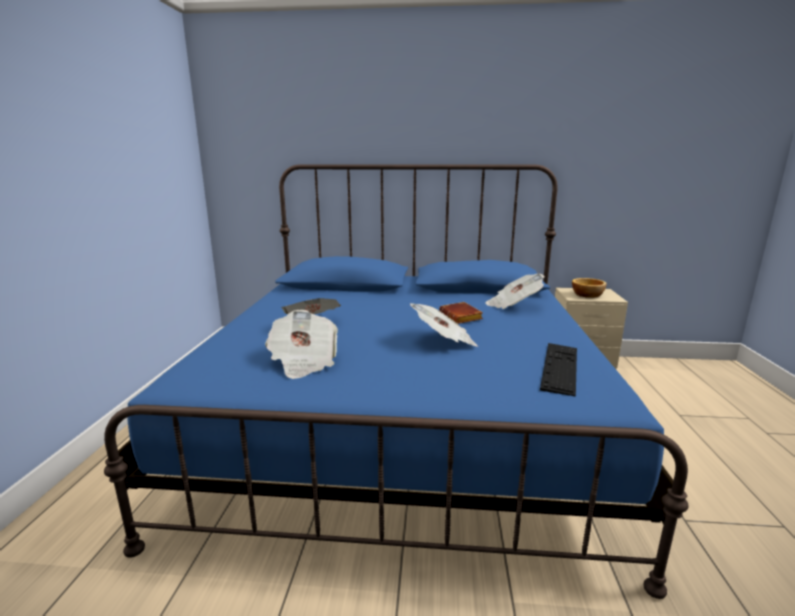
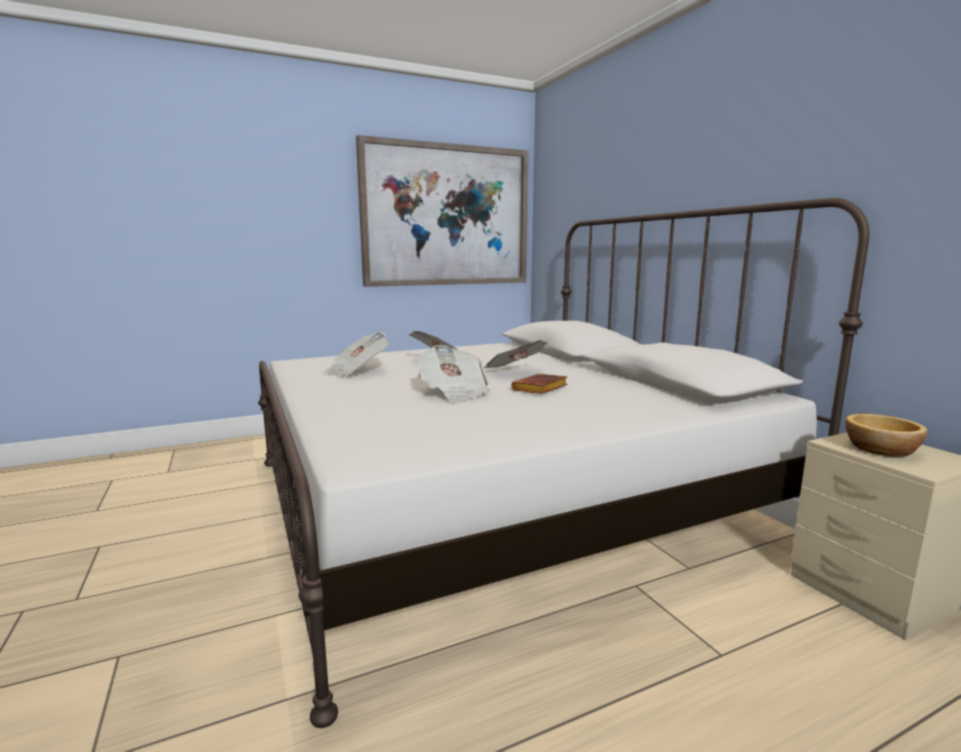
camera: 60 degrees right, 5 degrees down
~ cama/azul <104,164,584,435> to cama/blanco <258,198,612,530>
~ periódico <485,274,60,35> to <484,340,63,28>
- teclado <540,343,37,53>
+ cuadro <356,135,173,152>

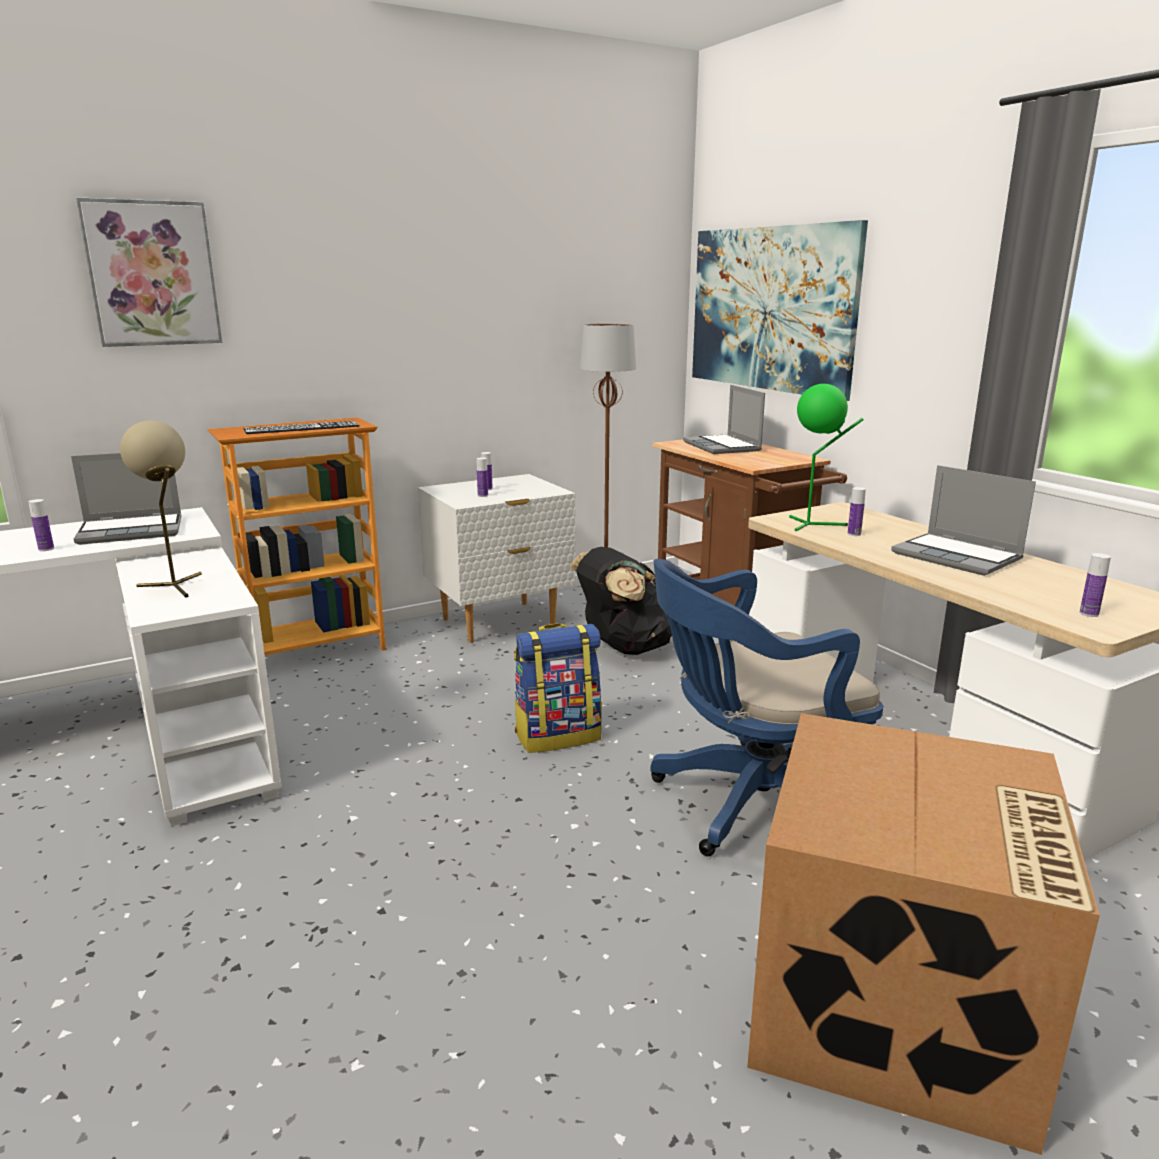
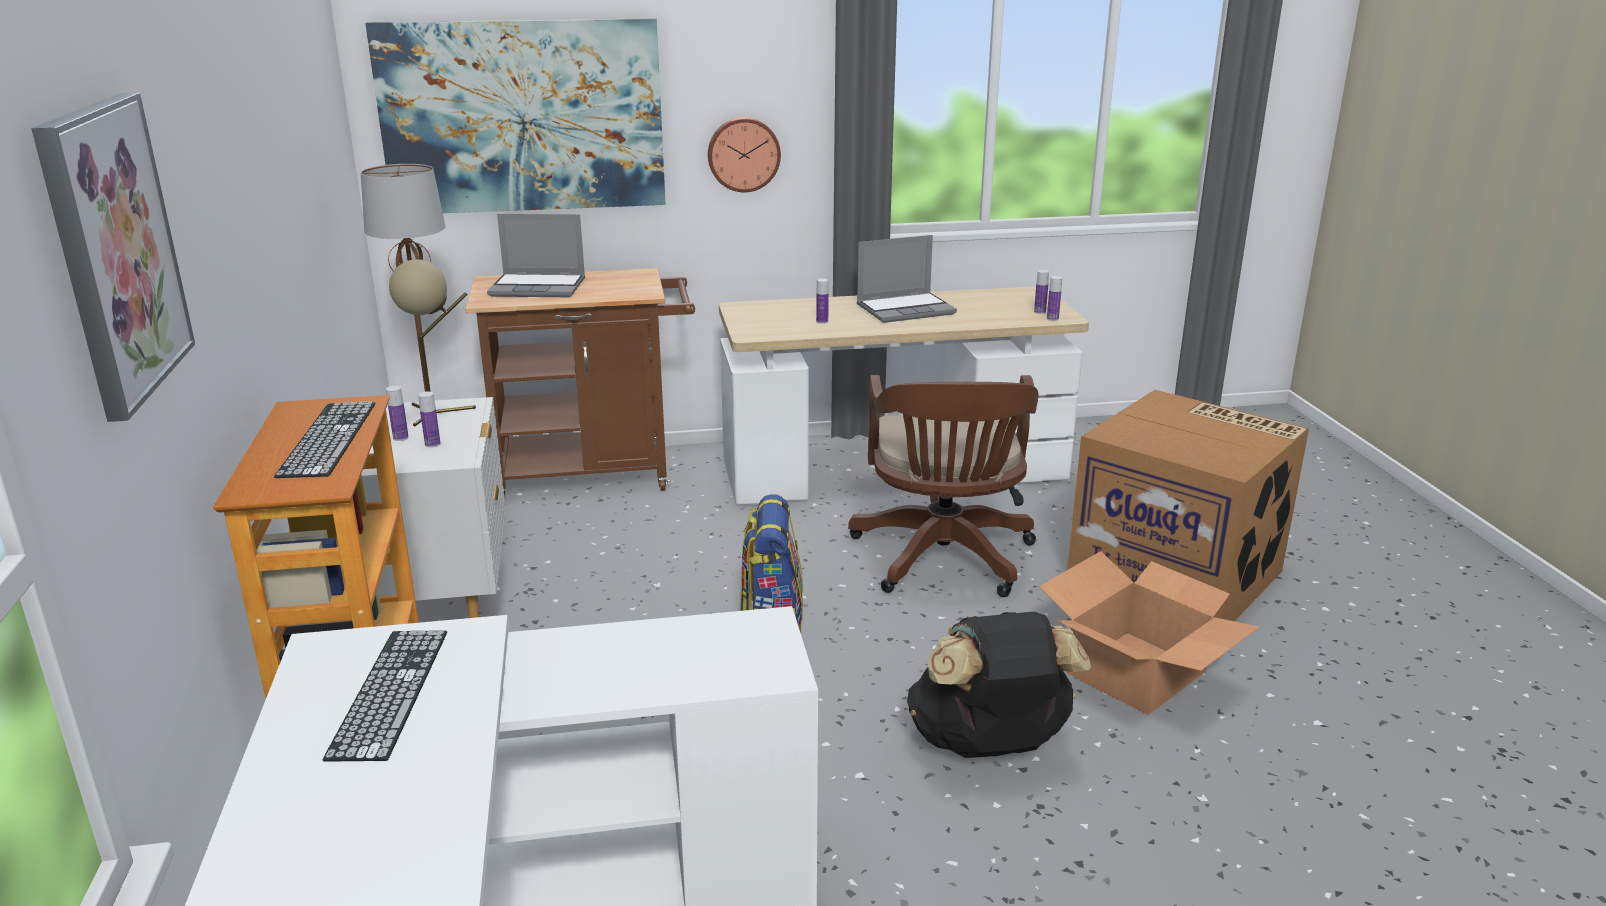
camera: 70 degrees left, 5 degrees up
~ botella <28,499,26,52> to <1047,276,15,45>
~ portátil <71,453,111,92> to teclado <323,630,124,132>
~ lámpara de mesa/beis <120,421,82,177> to <389,259,87,167>
~ mochila/negro <570,547,102,108> to <907,611,184,147>
~ silla de oficina/azul <650,559,233,297> to silla de oficina/marrón <848,375,191,222>
- lámpara de mesa/verde <789,384,75,147>
+ reloj de pared <708,117,73,75>
+ caja de cartón <1039,551,220,164>

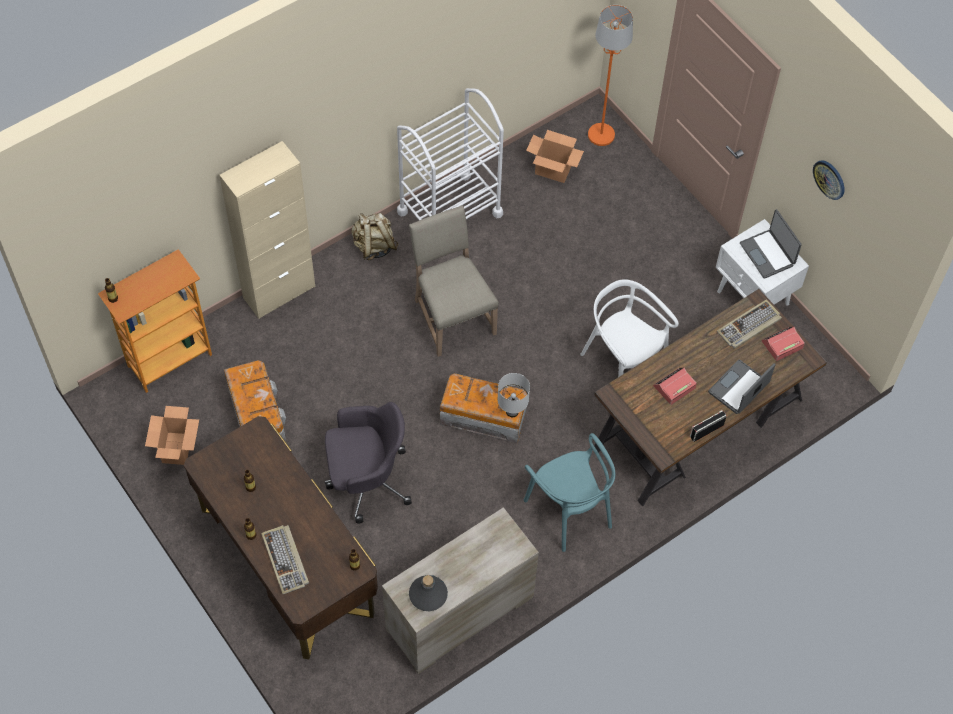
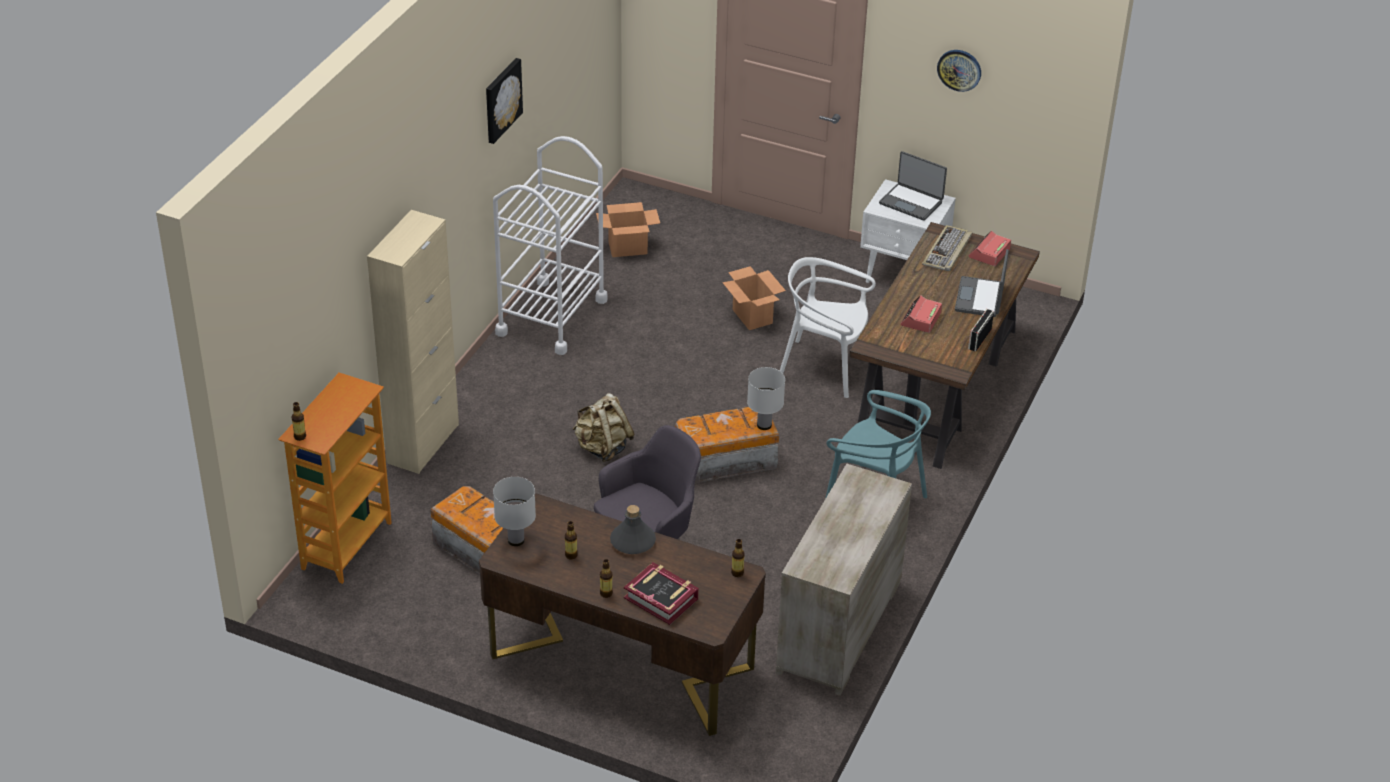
camera: 30 degrees left, 20 degrees down
~ caja de cartón <145,406,54,59> to <722,266,64,64>
~ teclado <261,525,48,69> to libro <624,562,75,63>
~ mochila/beis <351,213,47,47> to <572,393,63,69>
- silla/beis <409,205,90,152>
~ botella/gris <409,575,39,36> to <610,505,46,49>
- lámpara de pie/naranja <588,5,45,141>
+ cuadro <486,58,37,86>
+ lámpara de mesa/blanco <493,477,43,69>

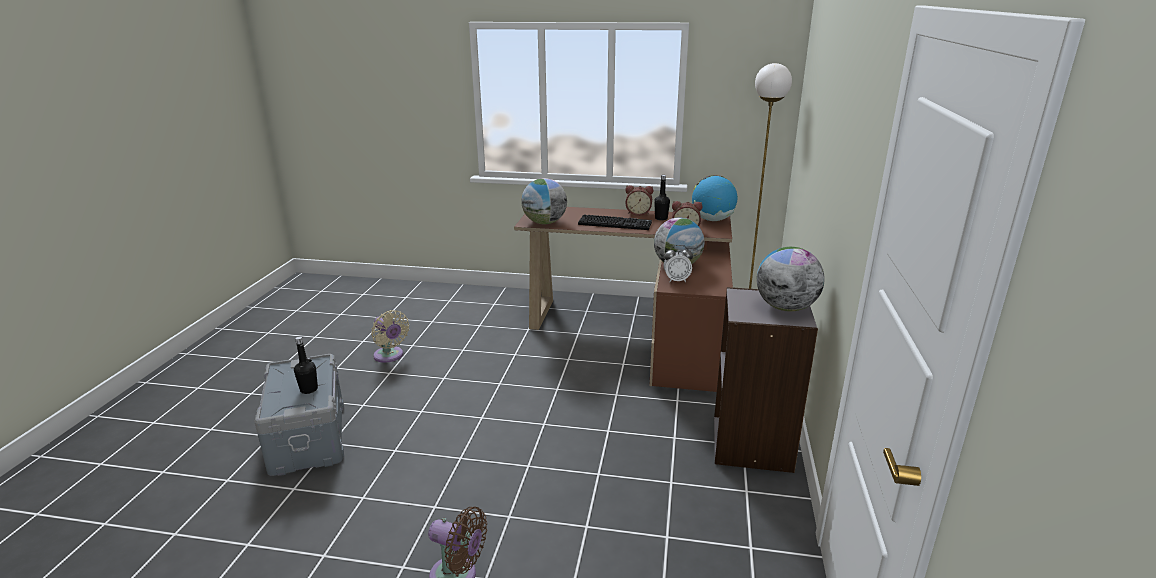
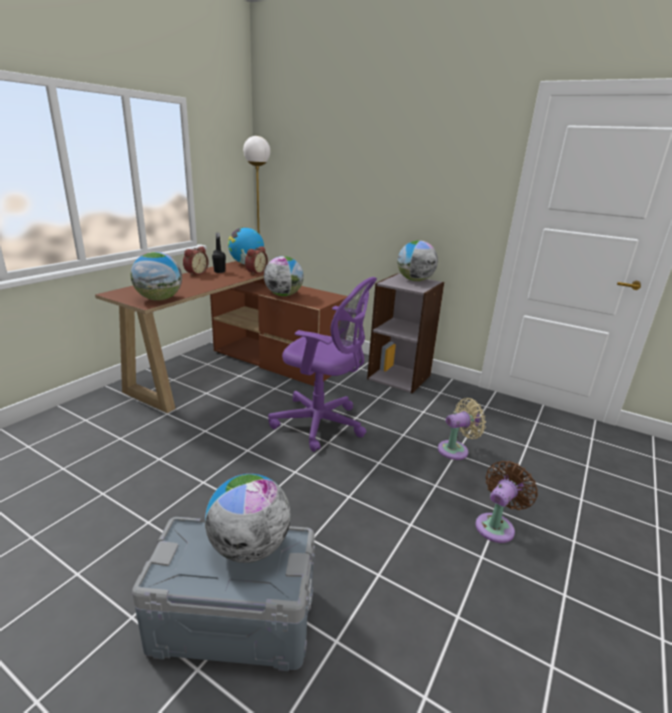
camera: 70 degrees left, 0 degrees up
~ botella/negro <294,336,24,58> to globo terráqueo <205,474,86,89>
~ ventilador/beis <371,310,38,53> to <438,398,48,62>
- teclado <578,214,74,16>
- despertador <664,245,29,37>
+ silla de oficina/morado <268,277,109,175>

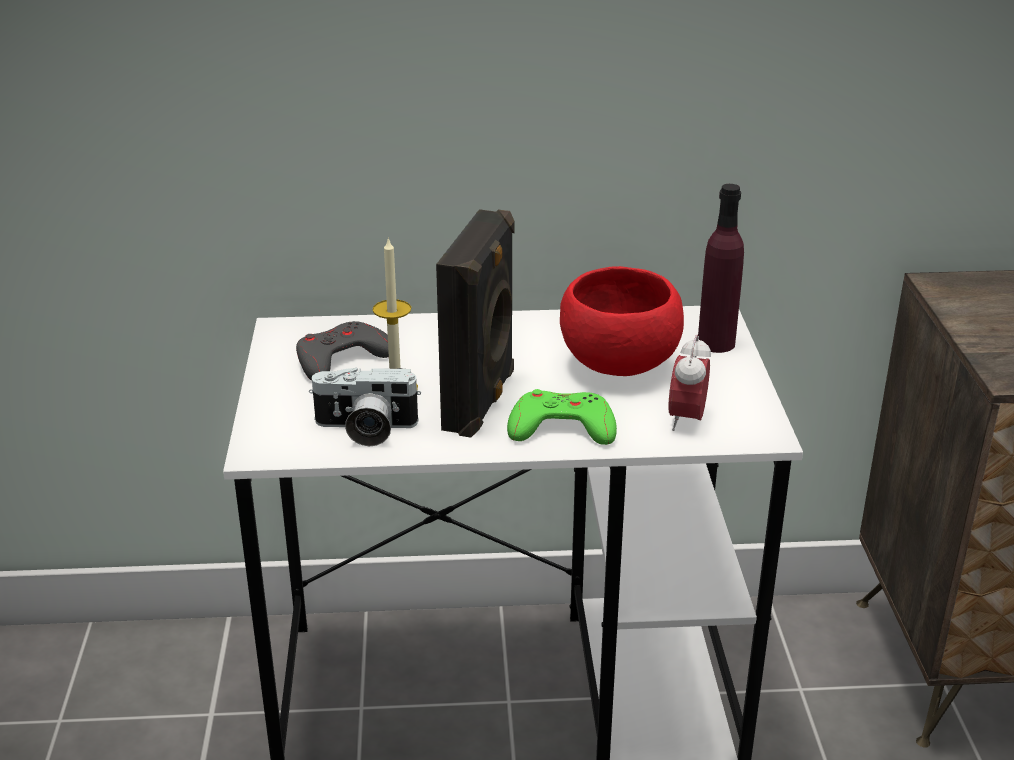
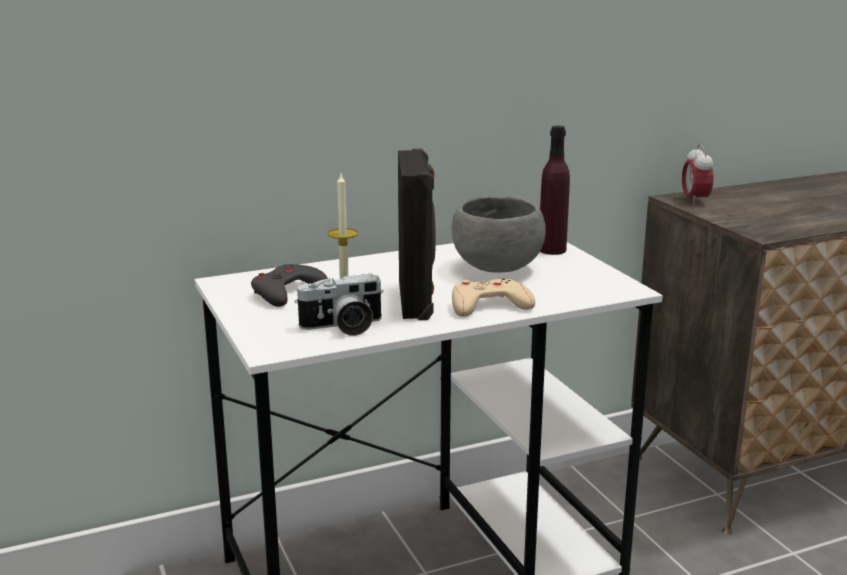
camera: 20 degrees left, 10 degrees down
~ mando de consola/verde <507,389,110,56> to mando de consola/beis <452,279,83,38>
~ cuenco/rojo <560,266,124,110> to cuenco/gris <452,196,94,76>
~ despertador <668,334,43,97> to <682,144,31,62>

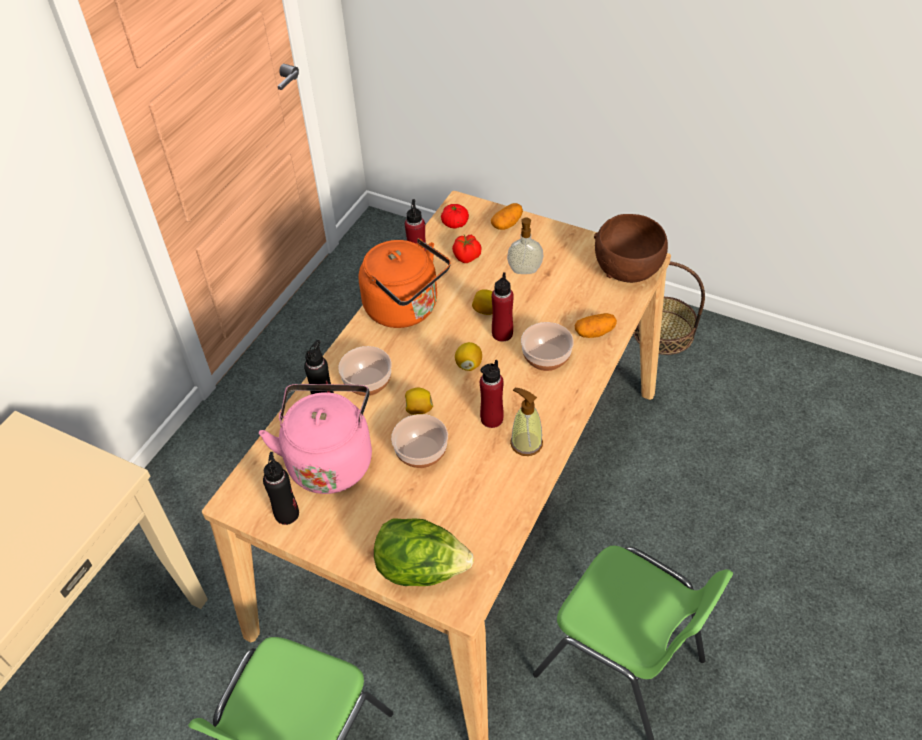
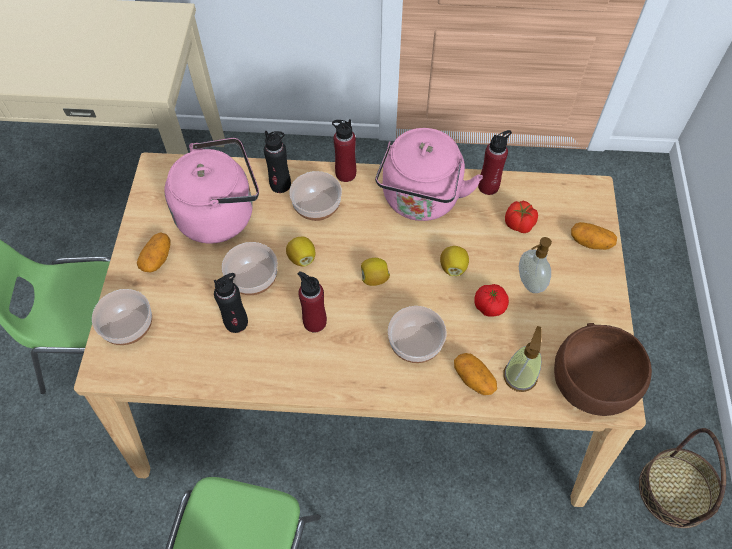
camera: 65 degrees right, 10 degrees up
~ botella/negro <263,452,36,73> to <214,273,34,60>
~ hervidor/naranja <359,238,92,90> to hervidor/rosa <375,128,108,93>
~ lechuga <374,518,100,68> to cuenco <92,289,60,56>
~ tomate <441,204,28,25> to <474,284,35,33>
~ botella/rojo <492,272,22,70> to <332,119,24,63>
~ dispensador de jabón <510,388,33,68> to <503,326,39,66>
+ patata <137,232,34,40>

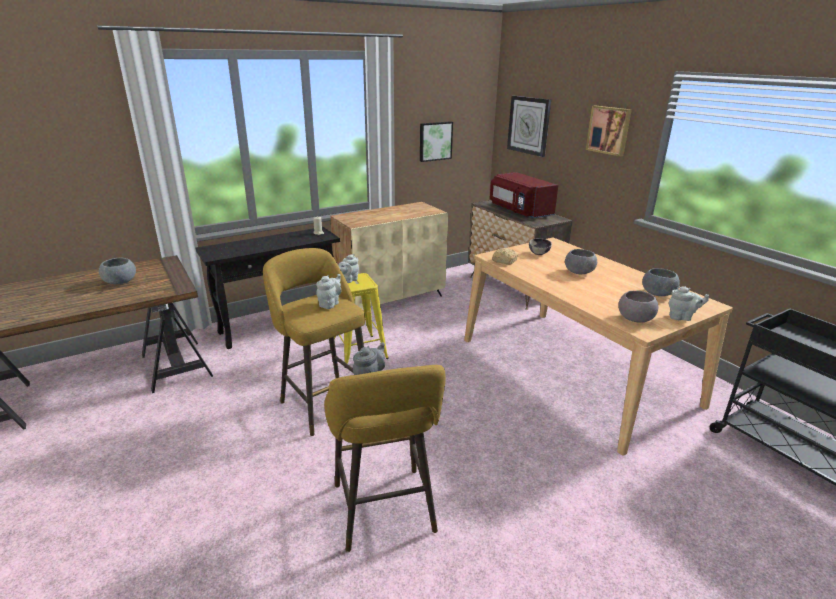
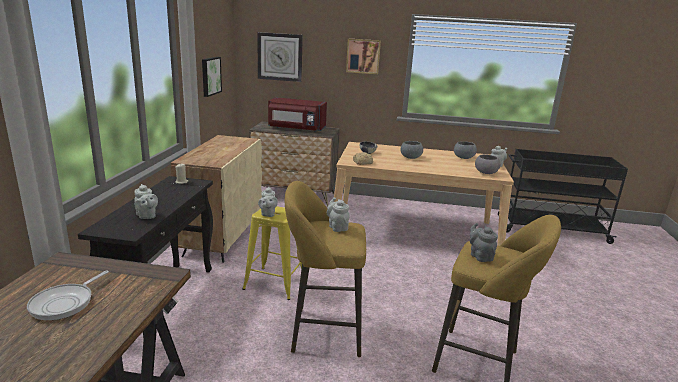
camera: 50 degrees left, 5 degrees down
~ cuenco/gris <99,258,37,26> to sartén <27,271,82,49>
+ tetera/gris <134,184,24,35>

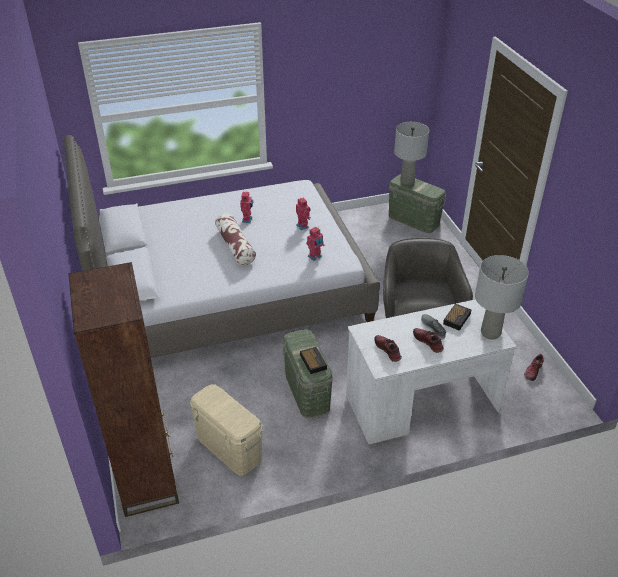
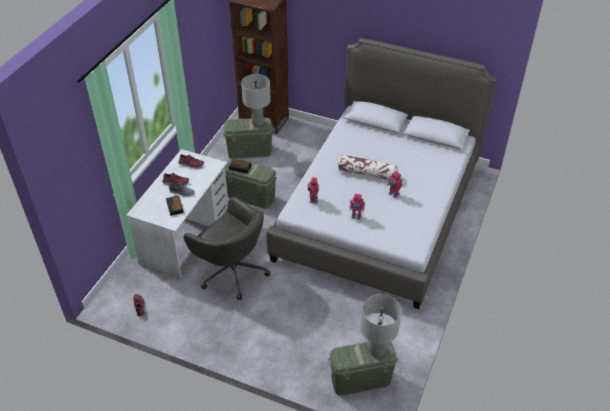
camera: 130 degrees right, 5 degrees up
~ caja de almacenaje/beis <190,384,73,91> to caja de almacenaje/verde <223,118,51,41>
~ lámpara de mesa/gris <475,255,54,85> to <241,74,30,53>

